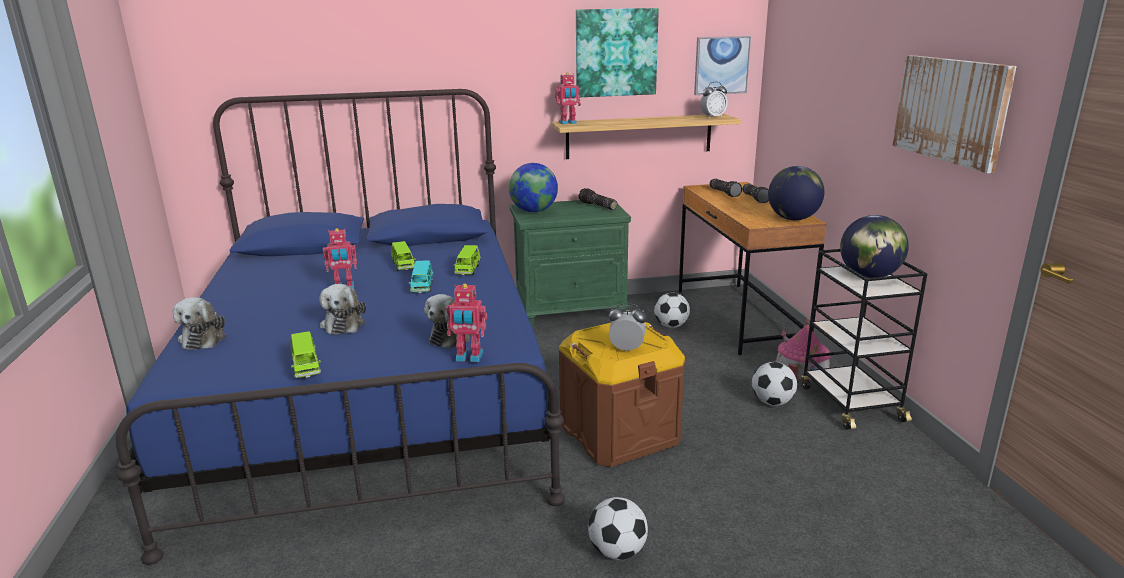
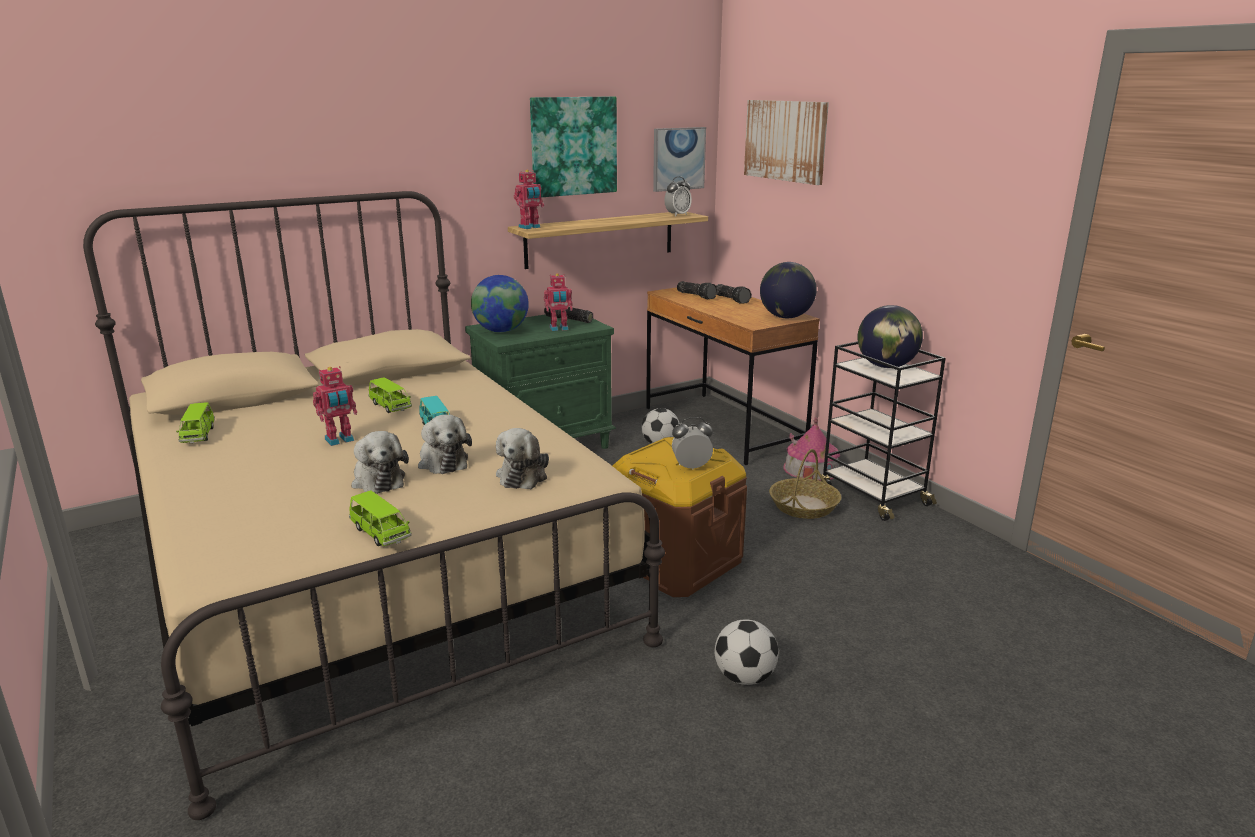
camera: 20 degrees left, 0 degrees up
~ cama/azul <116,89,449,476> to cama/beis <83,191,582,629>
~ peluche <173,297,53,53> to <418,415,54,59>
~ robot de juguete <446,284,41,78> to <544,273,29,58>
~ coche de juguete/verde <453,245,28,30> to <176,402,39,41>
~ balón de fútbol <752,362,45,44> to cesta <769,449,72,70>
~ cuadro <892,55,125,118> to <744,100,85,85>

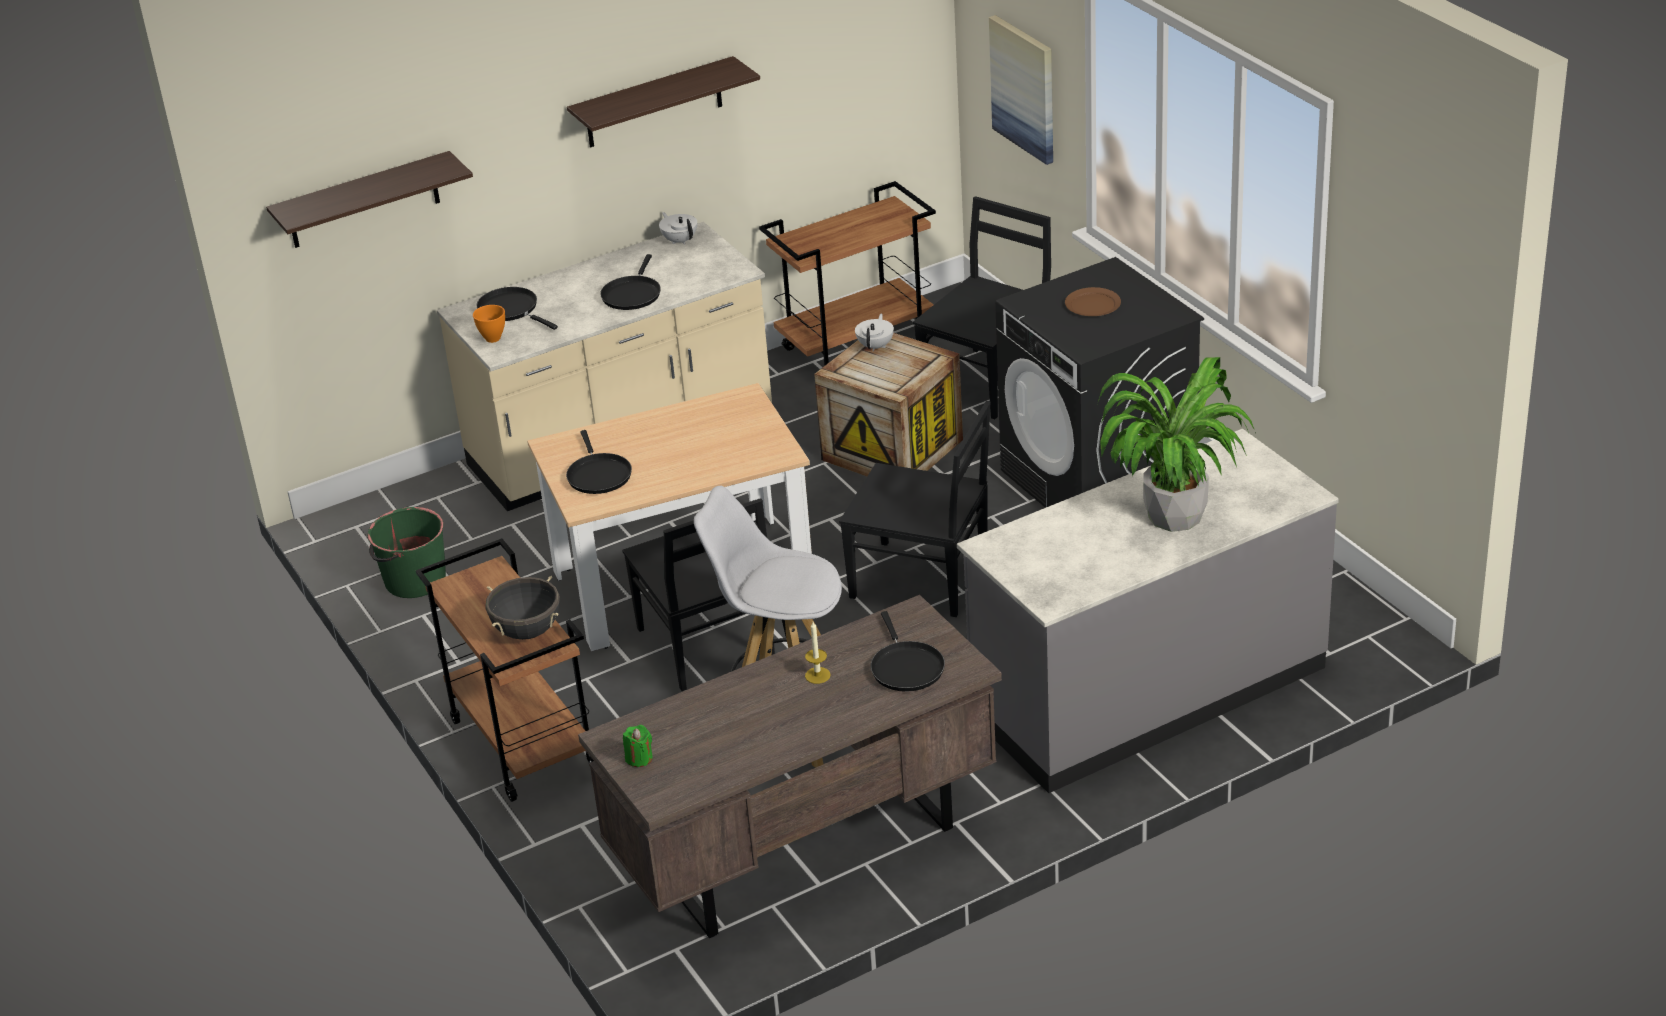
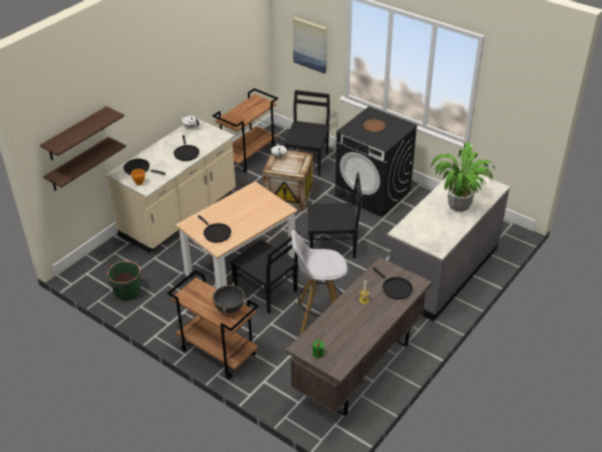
camera: 25 degrees left, 5 degrees up
~ estante <567,56,193,91> to <43,137,83,54>

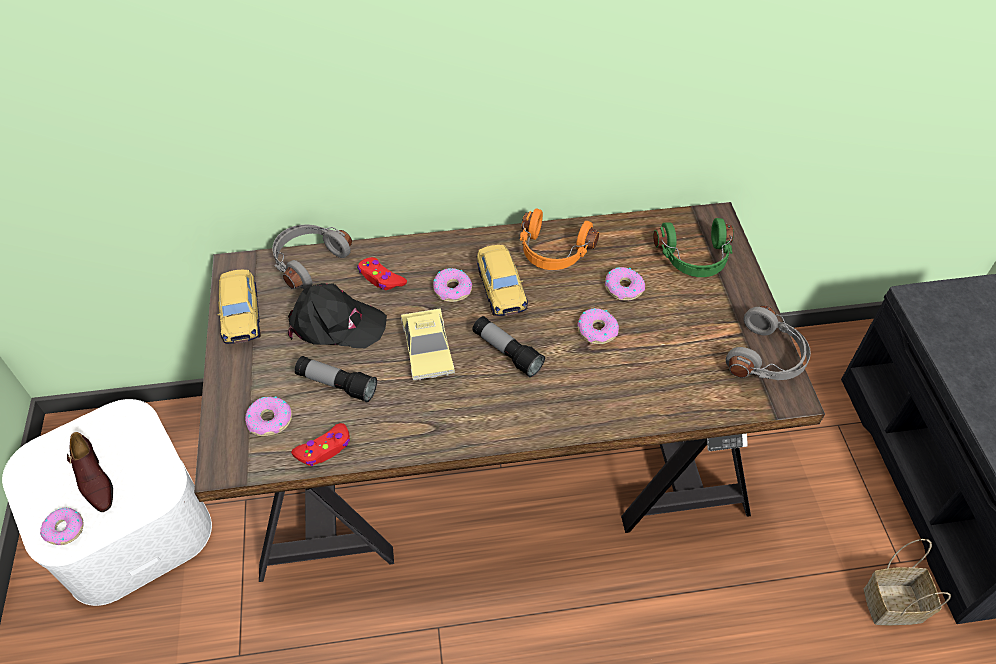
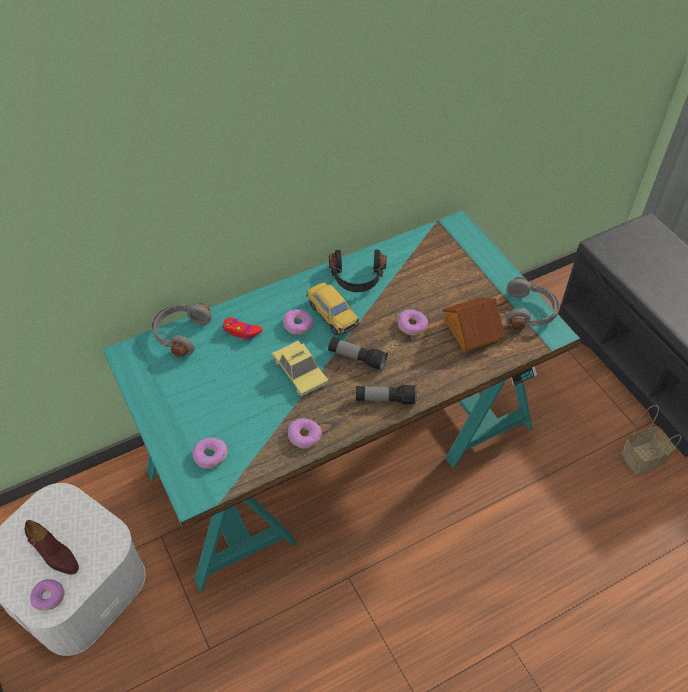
camera: 20 degrees left, 0 degrees up
~ escritorio/marrón <194,202,631,380> to escritorio/turquesa <103,210,477,382>
- coche de juguete <217,270,44,74>
- gorra/negro <288,283,99,65>
- mando de consola/rojo <291,423,59,43>
~ linterna <295,356,82,47> to <356,385,60,20>
~ auriculares/naranja <520,208,79,62> to auriculares/negro <329,250,58,42>
~ rosquilla <605,267,40,34> to <288,418,34,31>
- auriculares/verde <653,218,81,59>
+ casita <442,298,63,54>

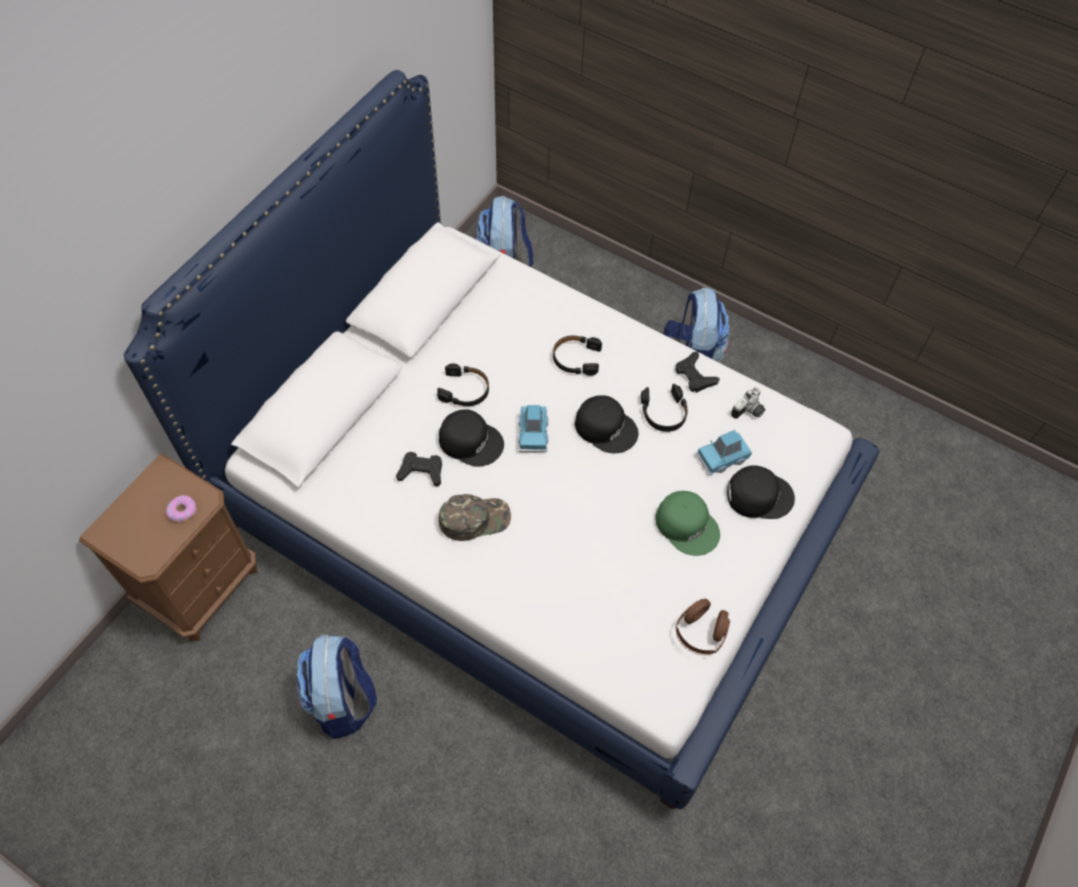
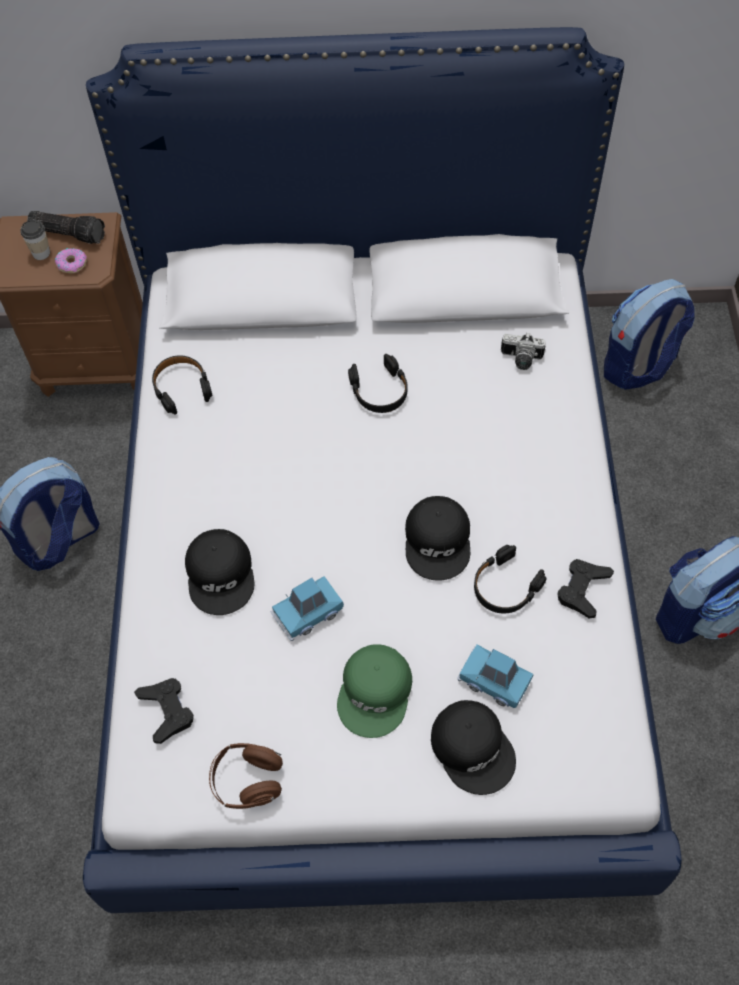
camera: 60 degrees right, 0 degrees up
~ mando de consola/negro <396,452,46,35> to <134,678,60,66>
~ gorra/negro <439,409,65,58> to <185,529,69,86>
- gorra/verde <439,494,72,47>
~ coche de juguete/azul <518,405,30,48> to <271,576,73,65>
~ auriculares/negro <553,335,49,41> to <152,355,61,60>
~ cámara <731,386,34,33> to <501,332,45,38>
+ taza <21,220,29,40>
+ linterna <27,211,78,33>

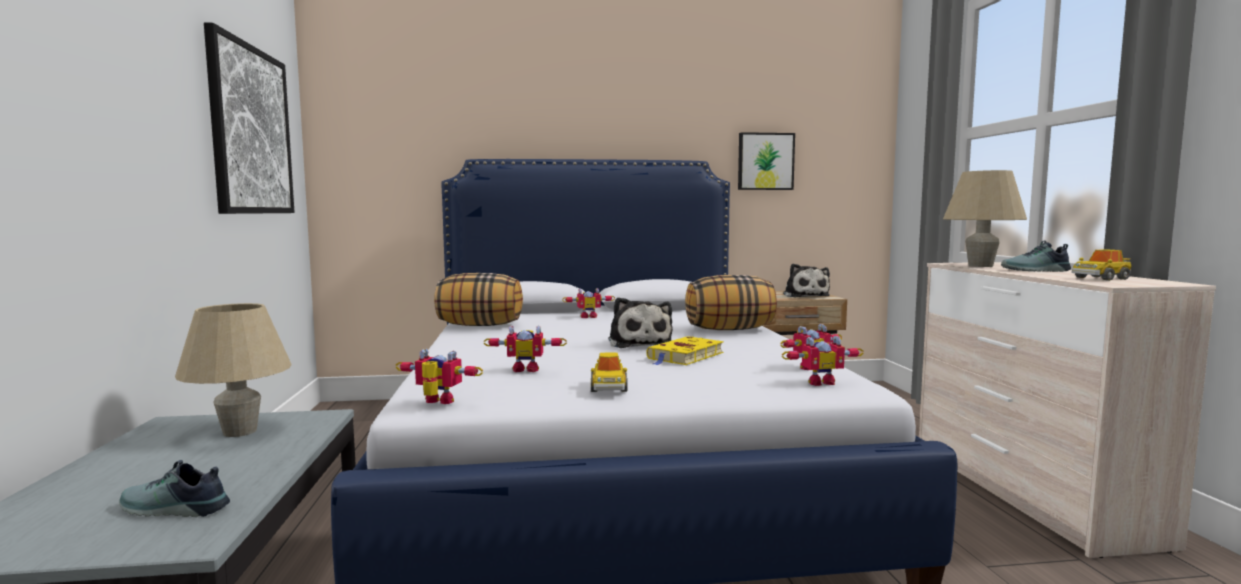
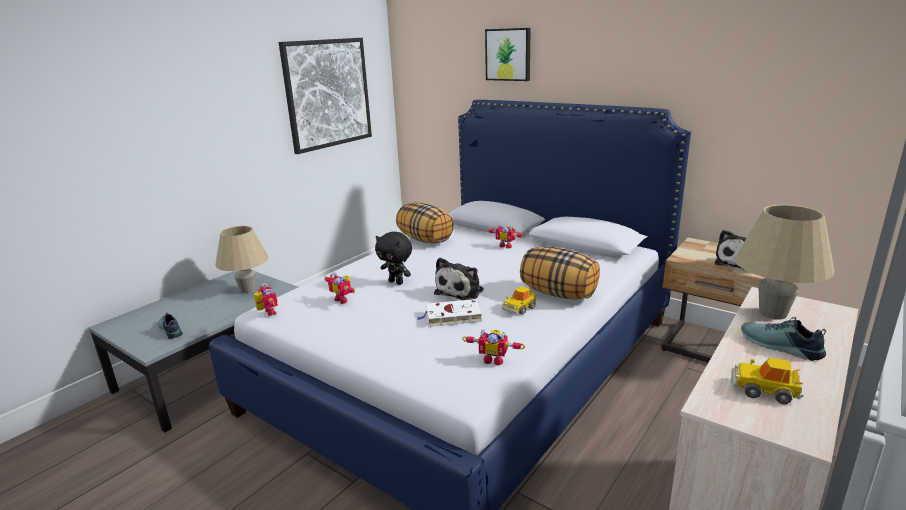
camera: 45 degrees right, 15 degrees up
~ coche de juguete <591,353,37,39> to <502,286,34,29>
~ libro/amarillo <646,336,78,29> to libro/blanco <417,299,65,28>
~ cuadro <738,132,57,58> to <485,28,46,53>
- robot de juguete <782,336,82,50>
+ peluche/negro <375,232,37,53>

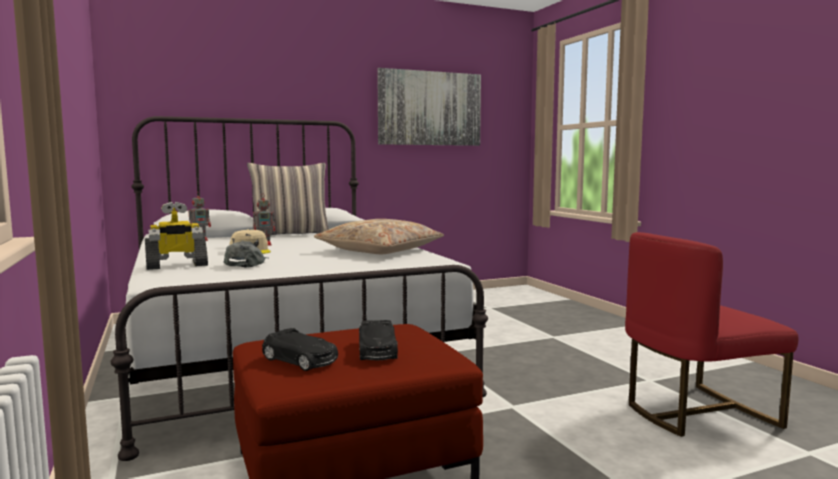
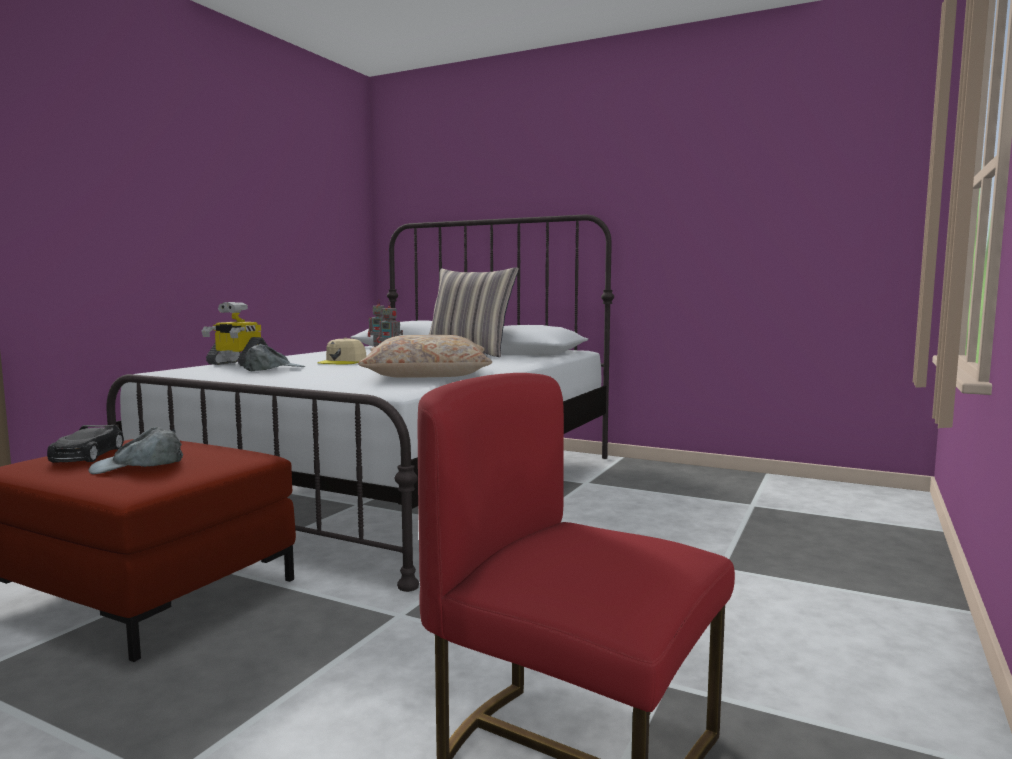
camera: 50 degrees right, 0 degrees up
~ coche de juguete/negro <359,320,39,40> to gorra/gris <88,427,95,47>
- cuadro <377,68,104,78>

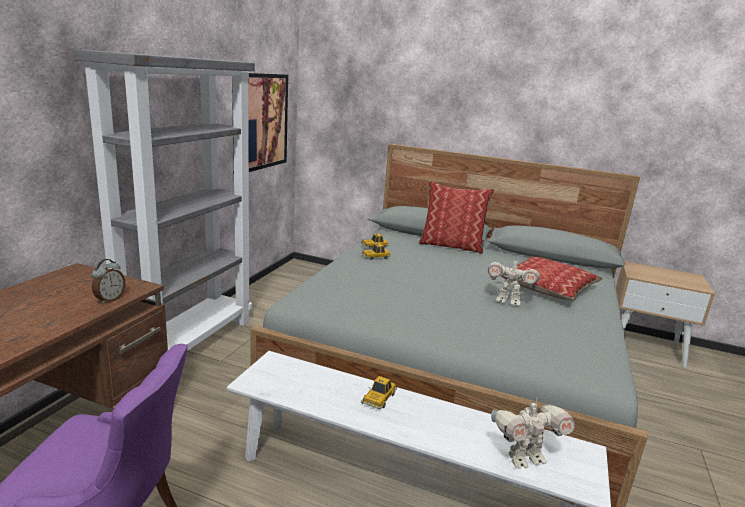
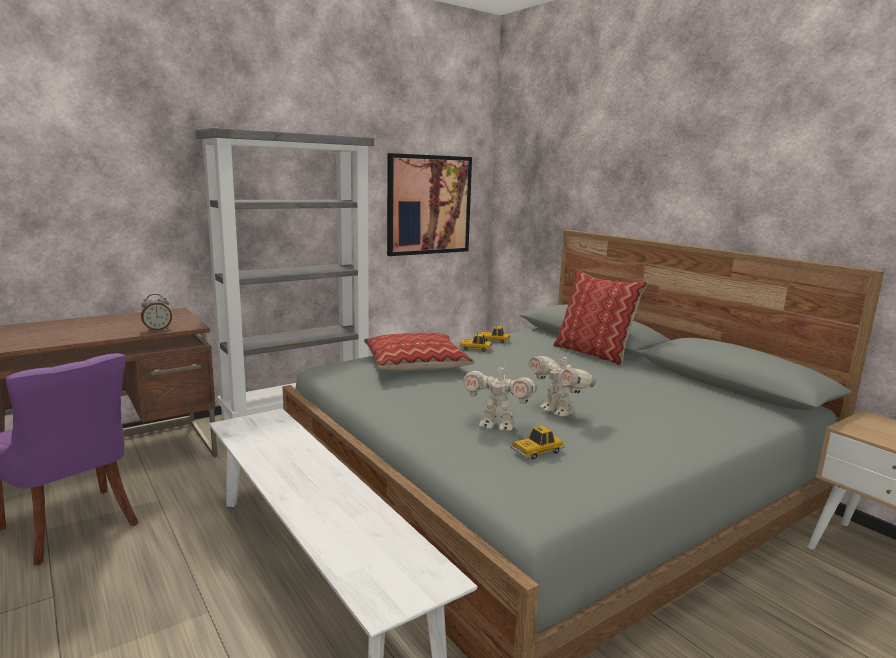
camera: 35 degrees right, 5 degrees down
~ coche de juguete <361,376,36,34> to <510,425,55,35>
~ robot de juguete <491,398,84,71> to <463,362,74,69>
~ cojín <500,257,102,44> to <364,333,111,38>

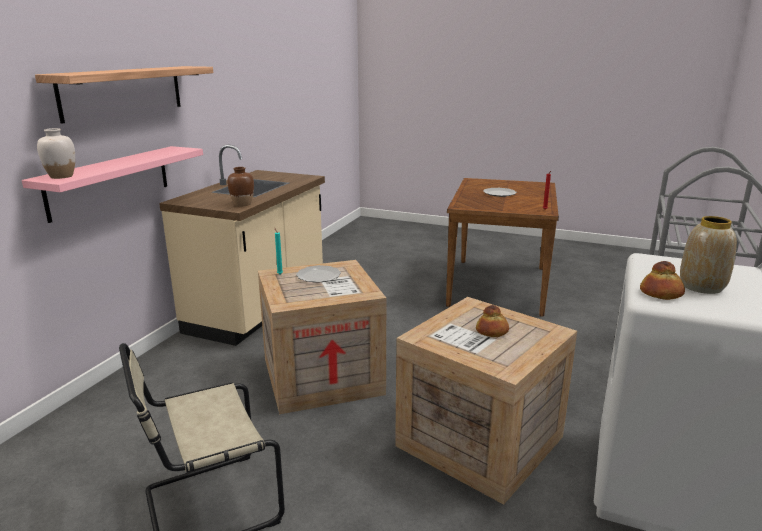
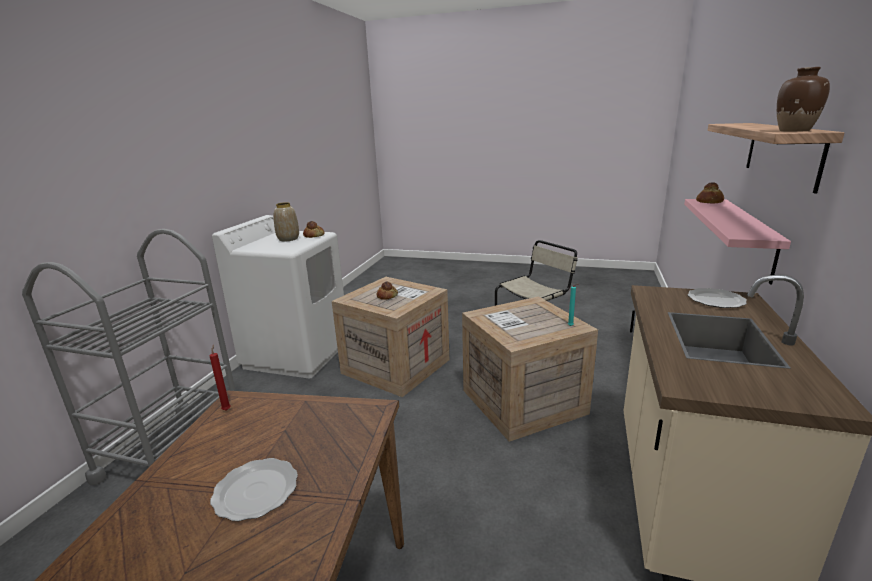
camera: 175 degrees right, 0 degrees up
~ florero/blanco <37,128,38,51> to pan <696,182,28,22>
~ florero/marrón <227,167,27,39> to <777,67,53,65>
~ plato <296,265,45,17> to <688,288,59,20>

